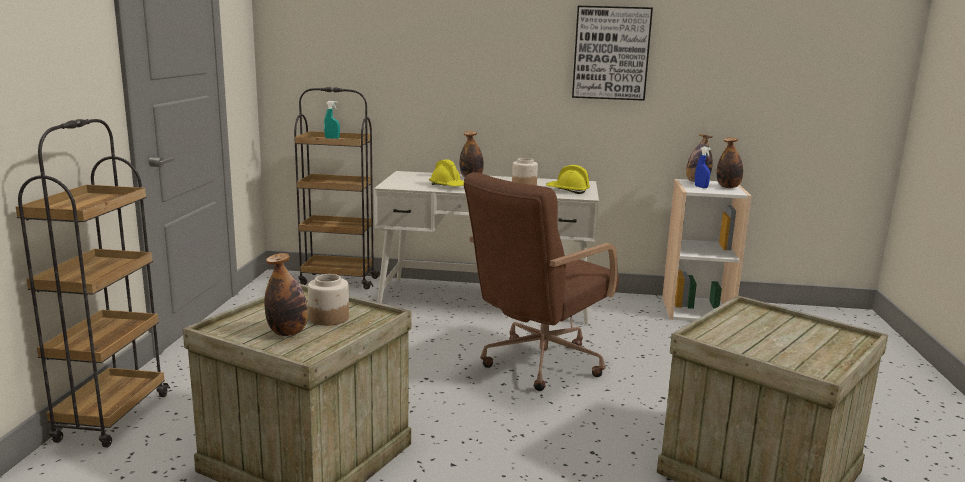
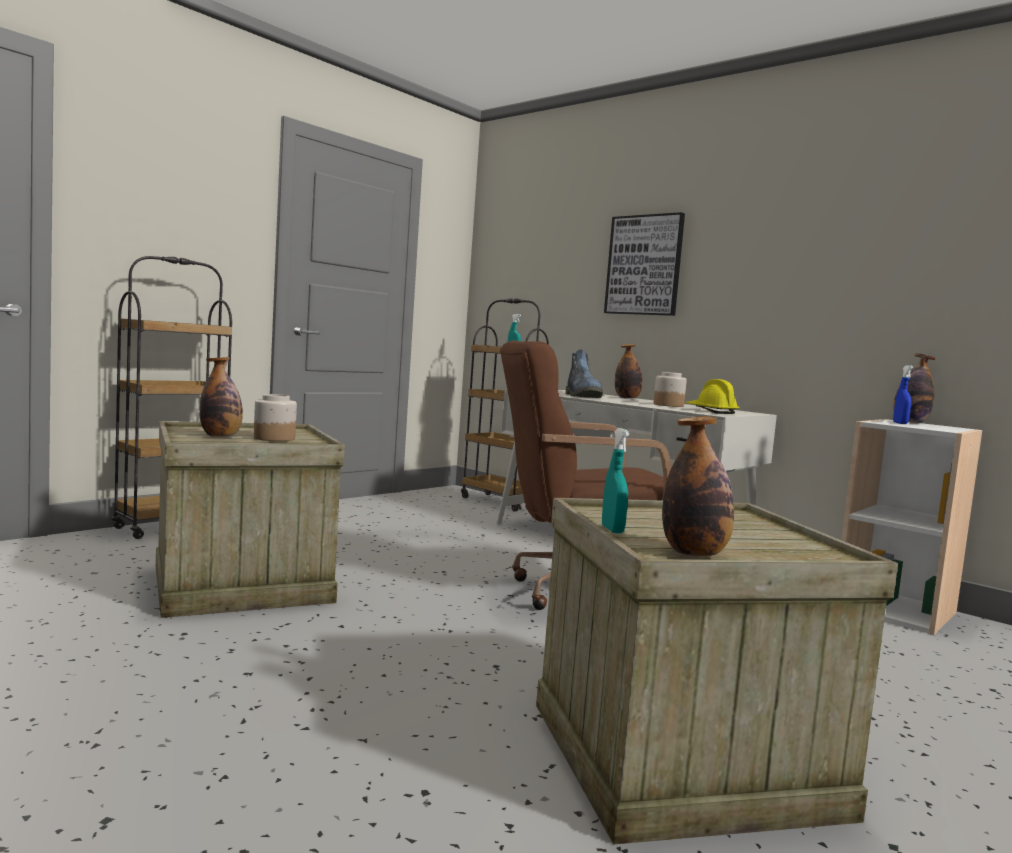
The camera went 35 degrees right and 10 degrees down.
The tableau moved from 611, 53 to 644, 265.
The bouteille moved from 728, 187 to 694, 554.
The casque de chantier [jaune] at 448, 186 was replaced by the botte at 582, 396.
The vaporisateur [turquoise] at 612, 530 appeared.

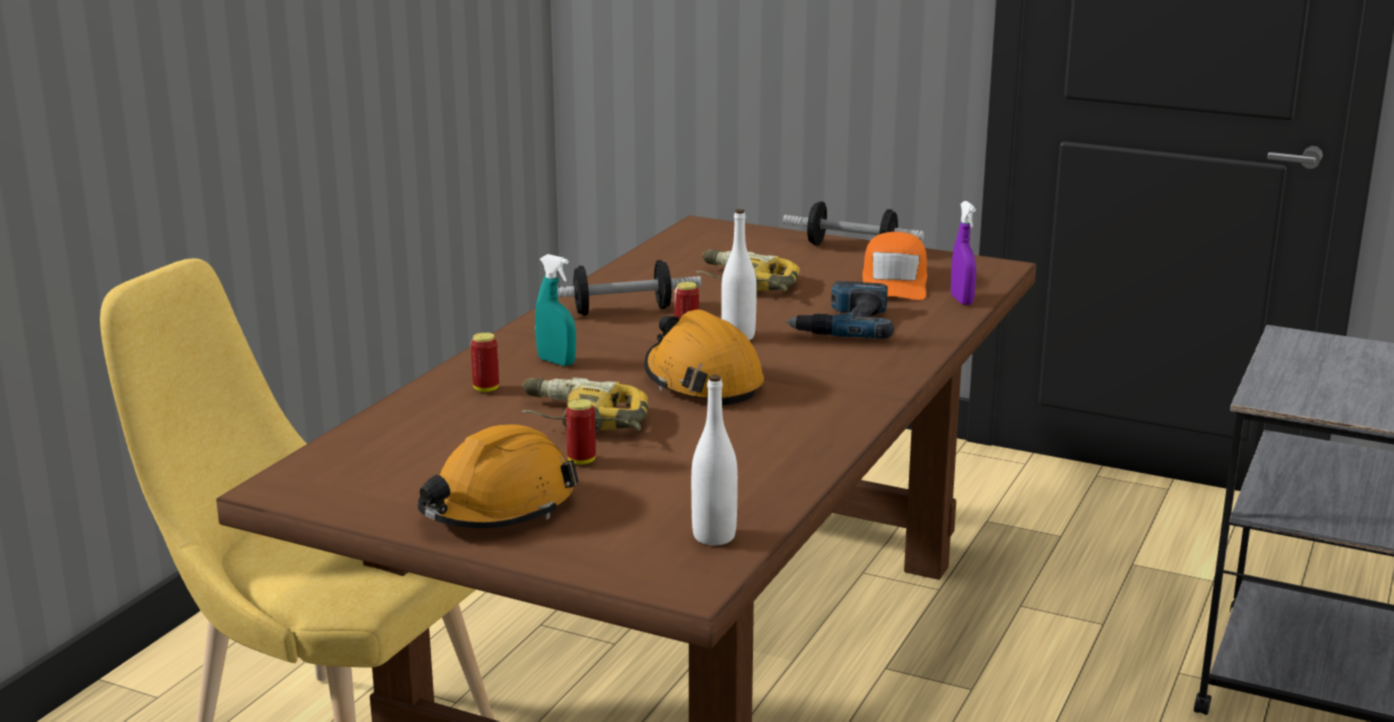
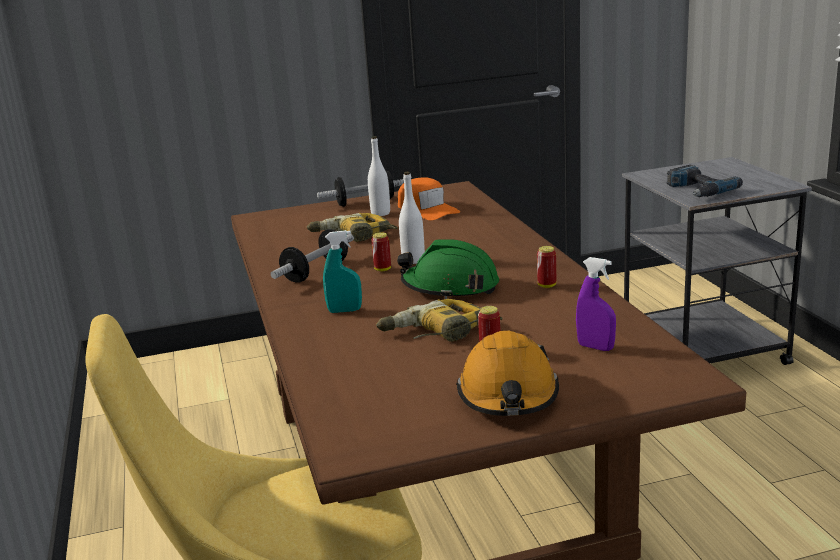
The camera went 40 degrees left and 0 degrees up.
The vaporisateur [violet] moved from 961, 300 to 595, 347.
The perceuse moved from 844, 324 to 697, 190.
The casque de chantier [orange] at 702, 381 became the casque de chantier [vert] at 450, 287.
The boîte métallique moved from 486, 389 to 547, 285.
The bouteille [blanc] moved from 714, 536 to 380, 213.

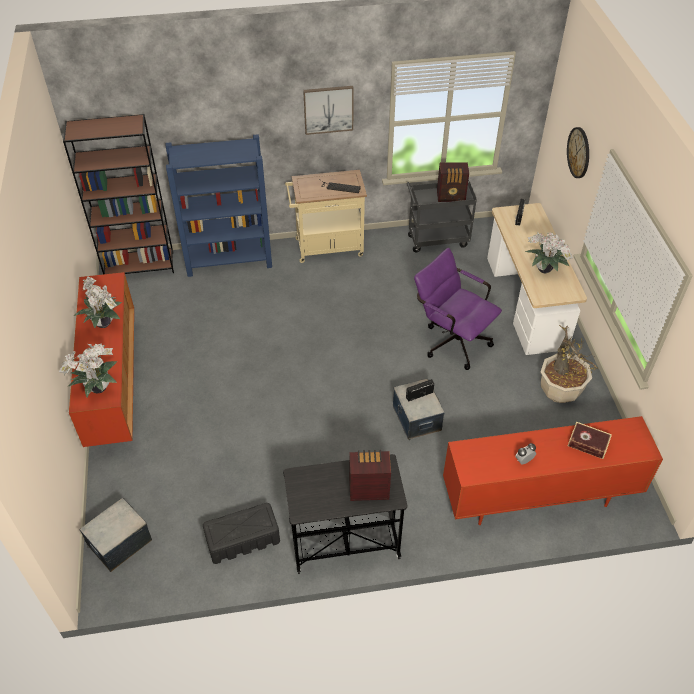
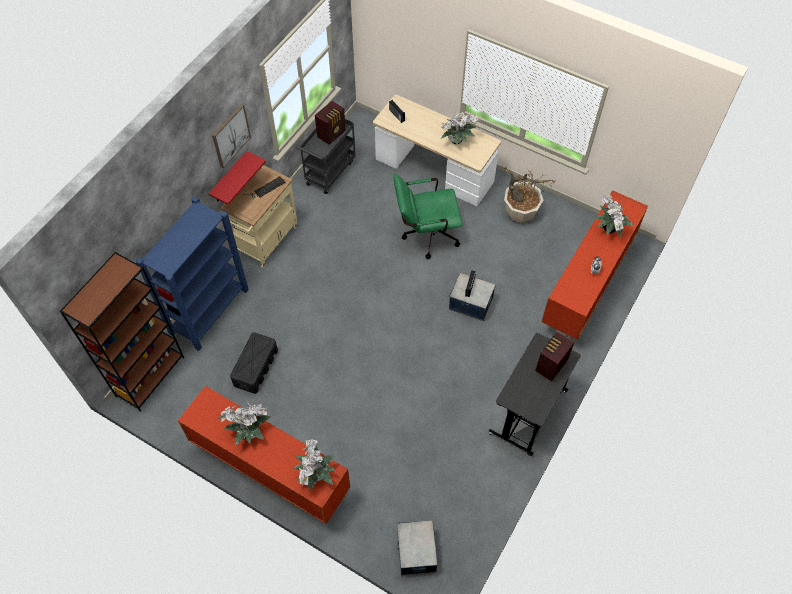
The camera went 50 degrees left and 10 degrees up.
The horloge murale at 579, 152 disappeared.
The chaise de bureau [violet] at 451, 340 became the chaise de bureau [vert] at 426, 235.
The livre at 588, 443 was replaced by the plante en pot at 609, 230.
The boîte de rangement [noir] moved from 242, 540 to 255, 368.
The étagère [rouge] at 229, 178 appeared.

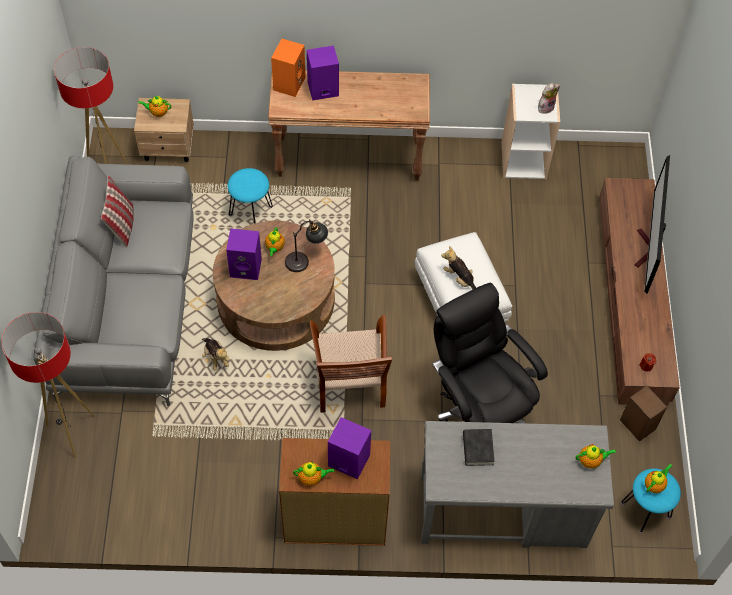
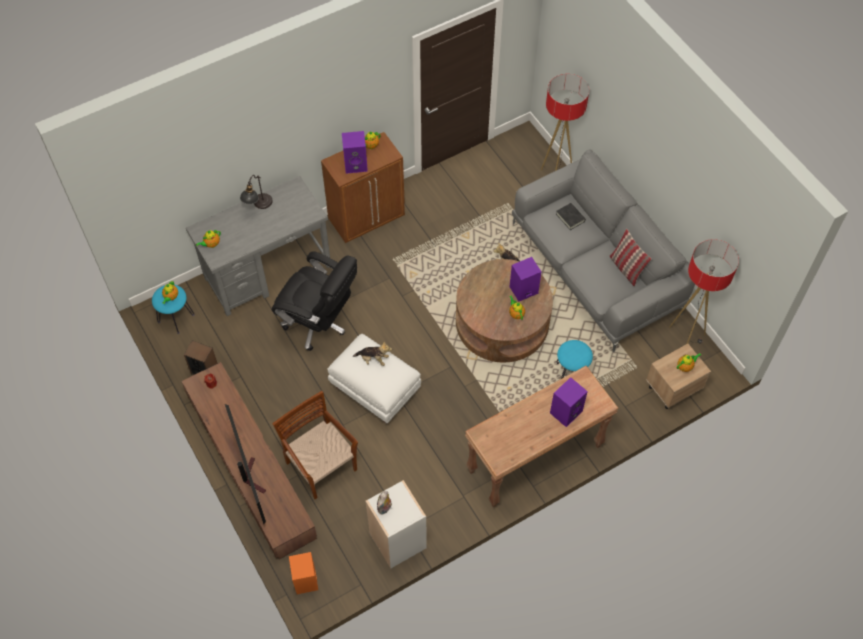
The camera went 150 degrees right and 0 degrees up.
The enceinte [orange] moved from 289, 83 to 306, 581.
The lampe de table [gris] moved from 306, 257 to 258, 207.
The fauteuil [marron] moved from 350, 384 to 321, 465.
The livre [noir] moved from 478, 449 to 570, 218.

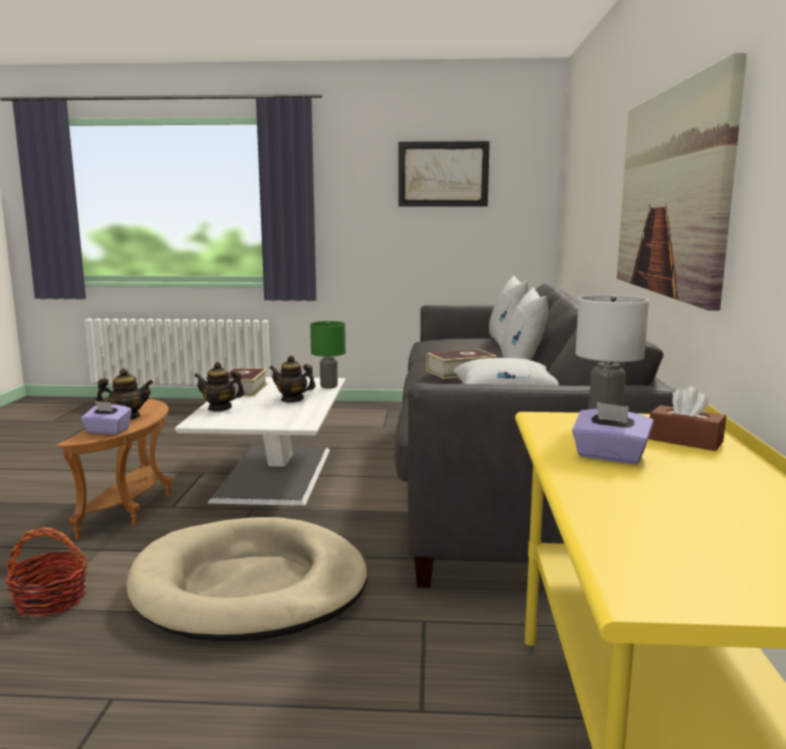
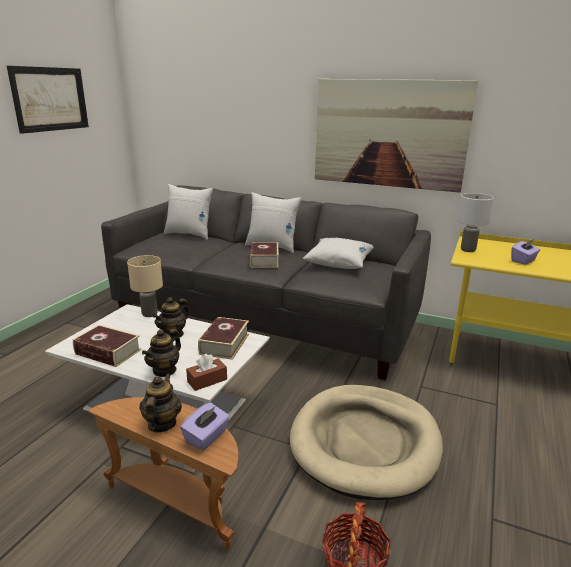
The camera went 70 degrees left and 10 degrees up.
The lampe de table [vert] at 329, 386 became the lampe de table [beige] at 149, 314.
The boîte à mouchoirs [marron] moved from 685, 440 to 207, 380.
The livre at 224, 344 appeared.

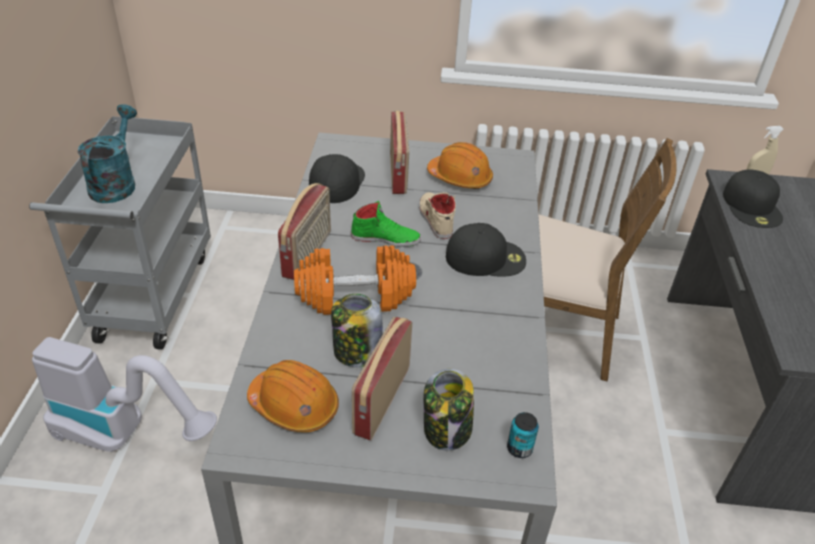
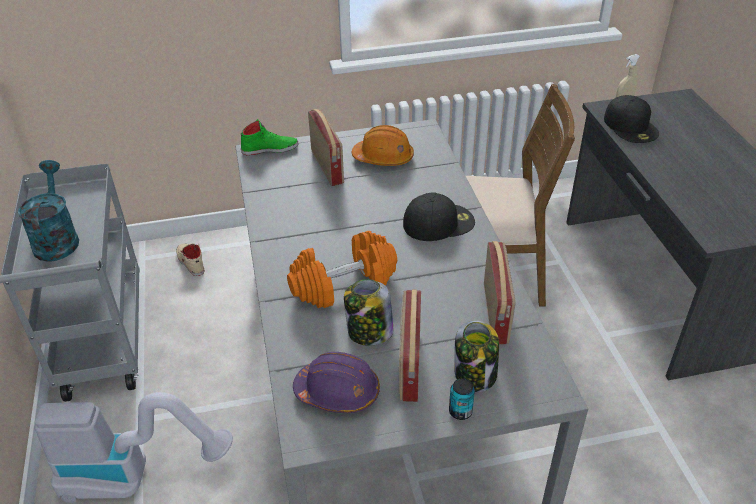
The camera went 15 degrees left and 0 degrees up.
The casquette [noir] at 336, 181 disappeared.
The radio moved from 308, 254 to 496, 313.
The chaussure [beige] moved from 435, 219 to 190, 262.
The chaussure [vert] moved from 385, 238 to 270, 148.
The casque de chantier [orange] at 294, 405 became the casque de chantier [violet] at 338, 392.
The boîte métallique moved from 519, 448 to 460, 411.

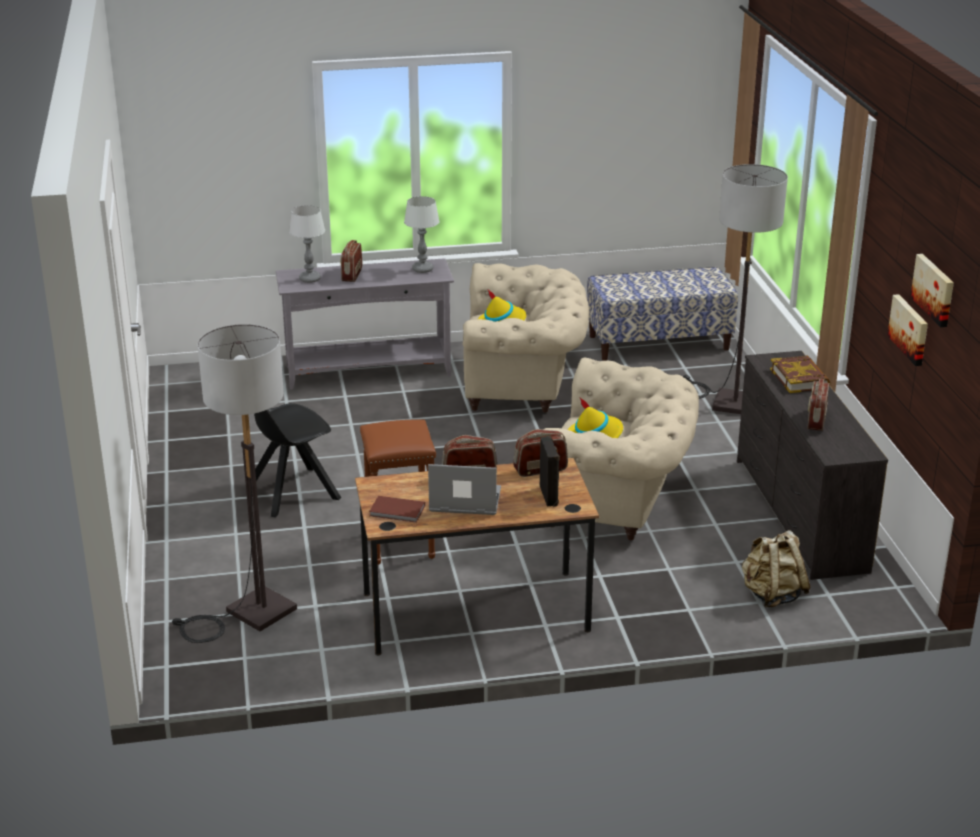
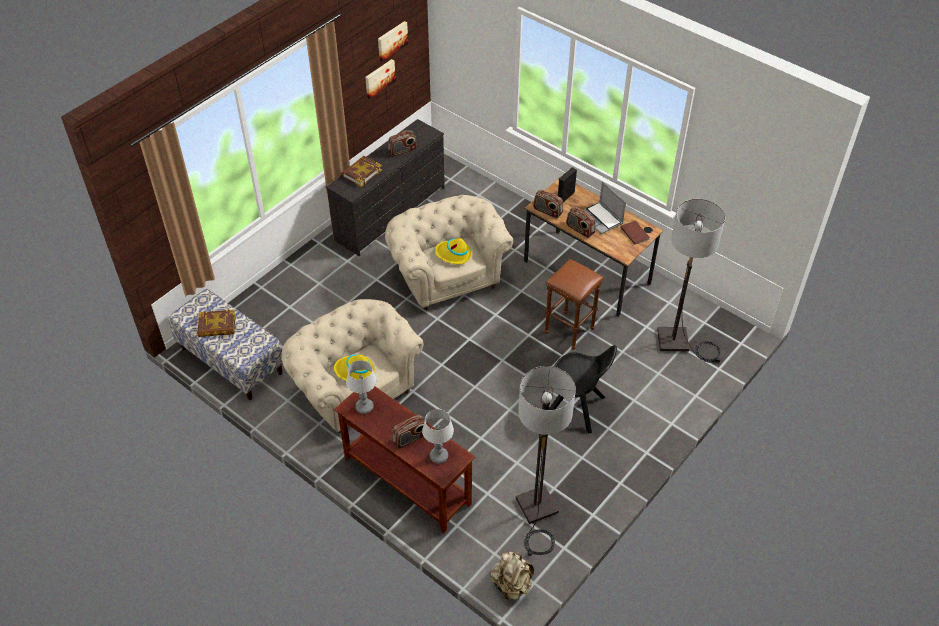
The camera went 130 degrees left and 20 degrees up.
The lampadaire moved from 722, 400 to 537, 516.
The table console [gris] at 369, 370 became the table console [marron] at 406, 481.
The sac à dos [beige] moved from 772, 595 to 511, 585.
The livre at 217, 326 appeared.

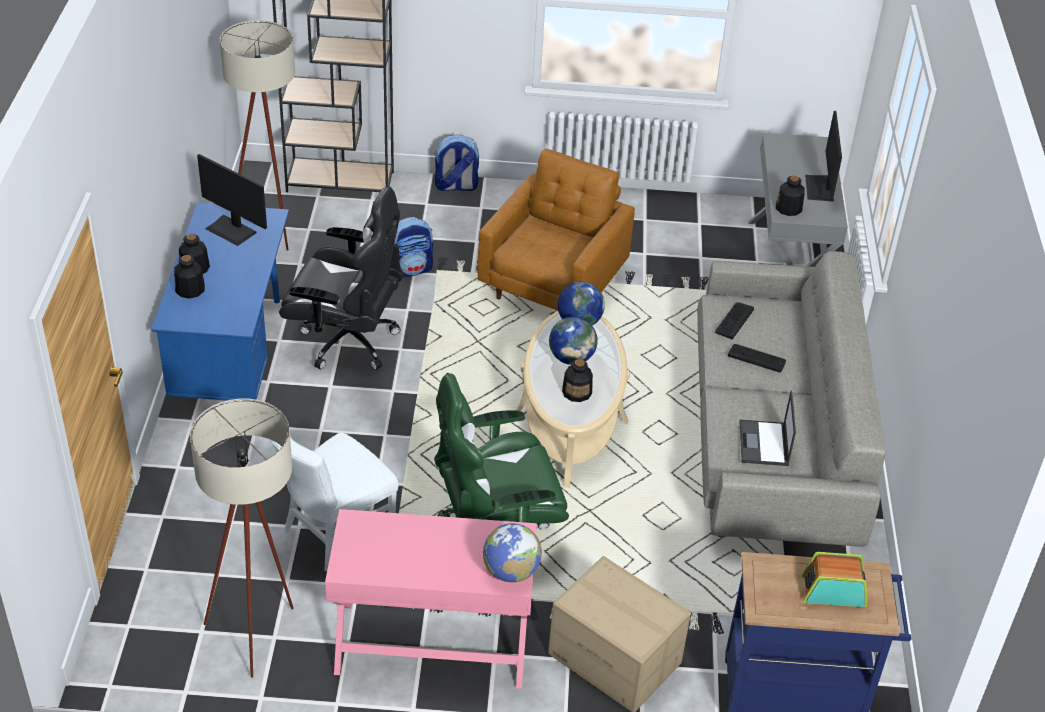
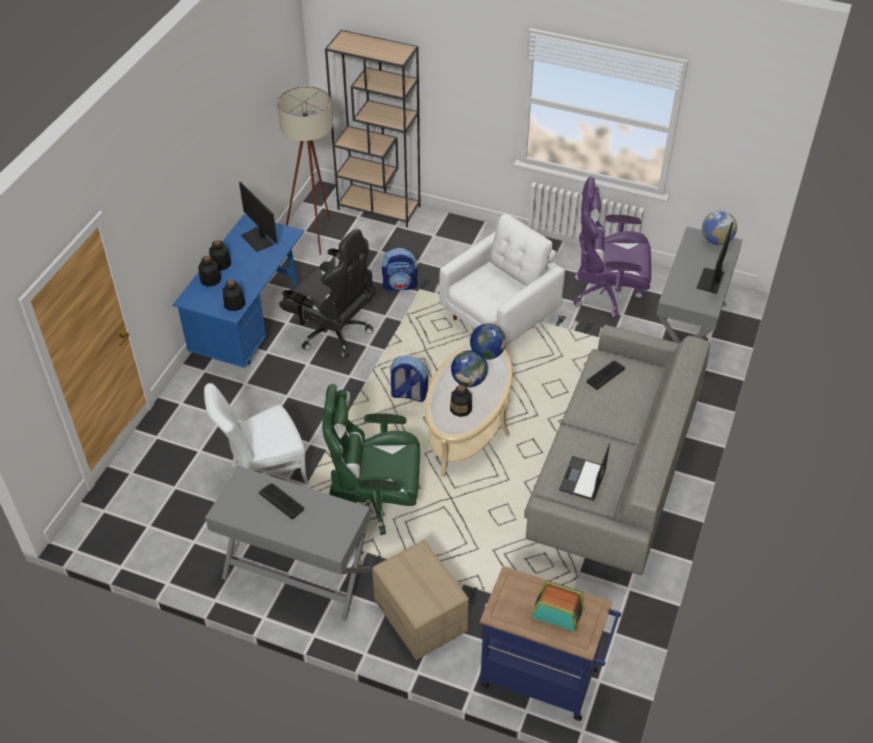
The camera went 20 degrees right and 5 degrees up.
The sac à dos moved from 455, 186 to 408, 395.
The fauteuil [marron] at 554, 285 became the fauteuil [blanc] at 500, 316.
The bouteille moved from 788, 208 to 234, 304.
The clavier moved from 757, 358 to 282, 501.
The lampadaire [beige] at 259, 630 disappeared.
The bureau [rose] at 432, 645 became the bureau [gris] at 296, 573.
The globe moved from 511, 571 to 716, 241.
The chaise de bureau [violet] at 609, 293 appeared.

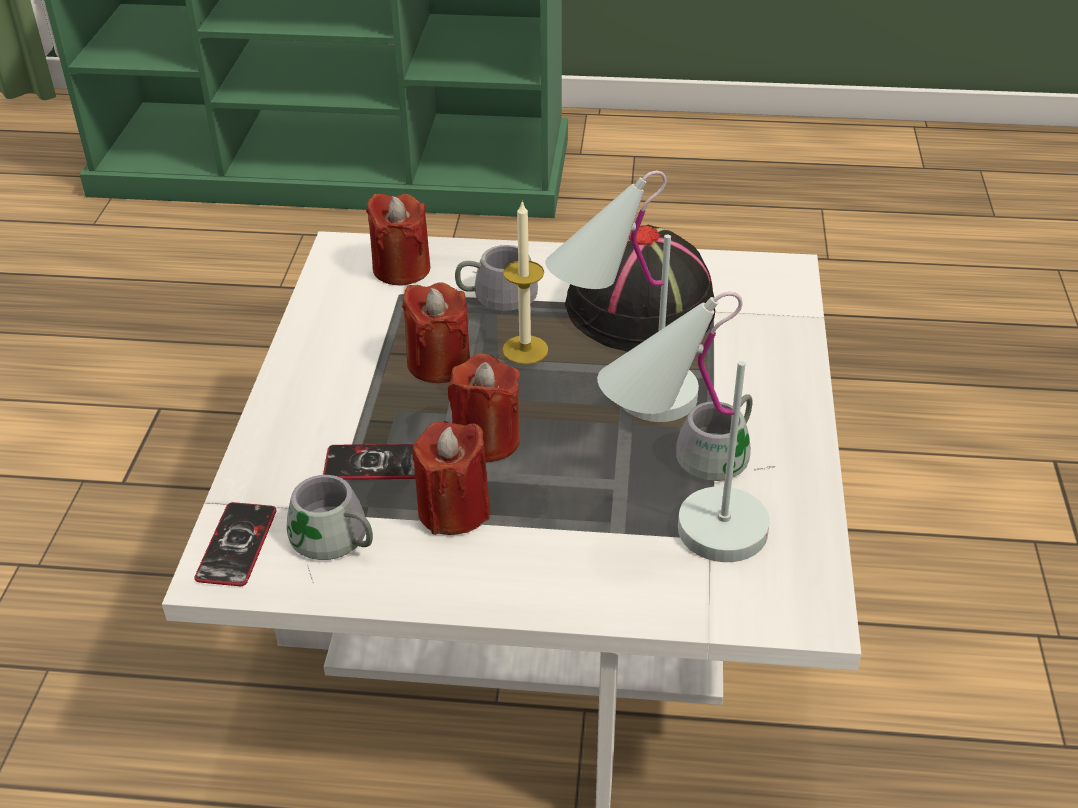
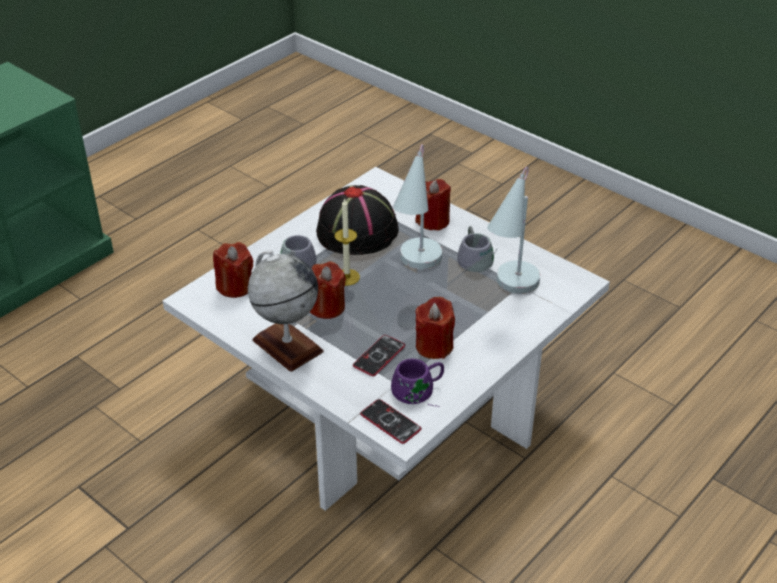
The camera went 55 degrees left and 0 degrees up.
The bougie [rouge] moved from 486, 440 to 433, 221.
The mug [gris] at 330, 544 became the mug [violet] at 419, 392.
The globe at 287, 346 appeared.

